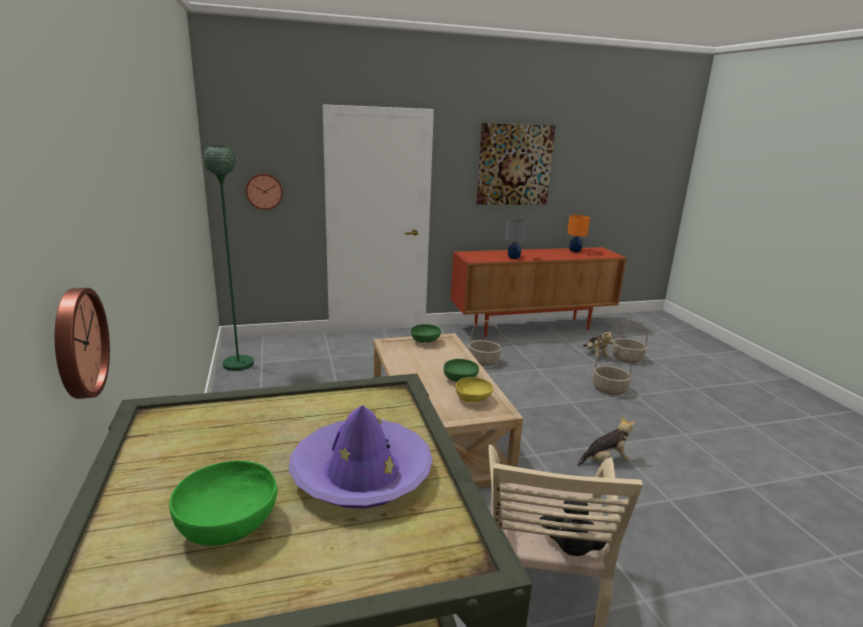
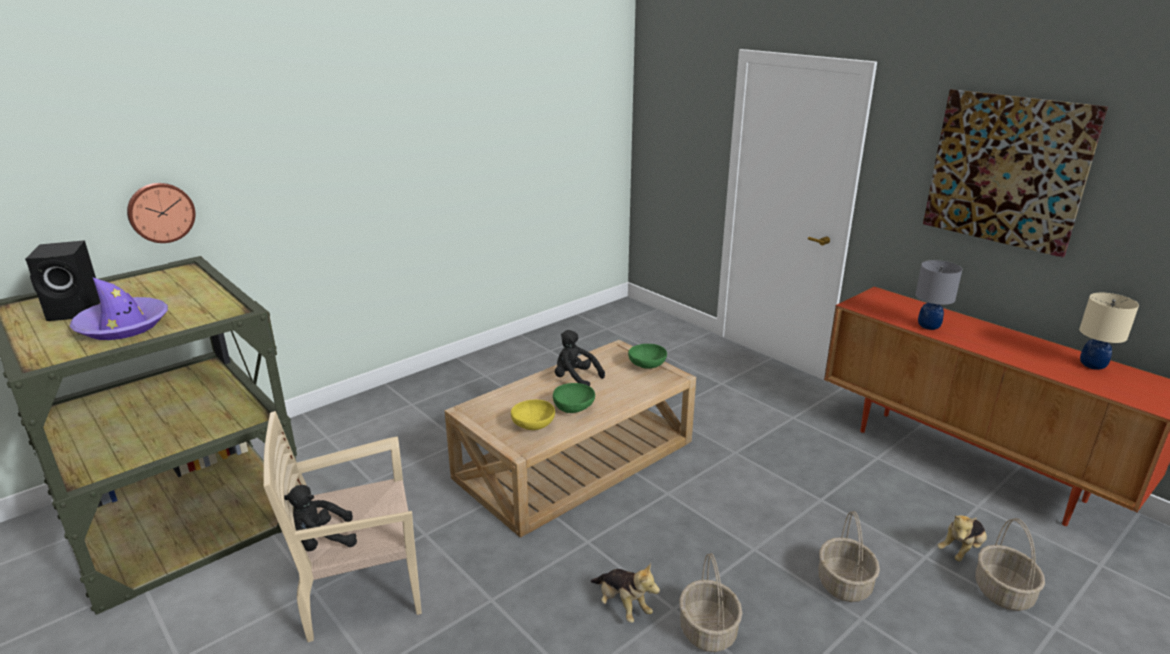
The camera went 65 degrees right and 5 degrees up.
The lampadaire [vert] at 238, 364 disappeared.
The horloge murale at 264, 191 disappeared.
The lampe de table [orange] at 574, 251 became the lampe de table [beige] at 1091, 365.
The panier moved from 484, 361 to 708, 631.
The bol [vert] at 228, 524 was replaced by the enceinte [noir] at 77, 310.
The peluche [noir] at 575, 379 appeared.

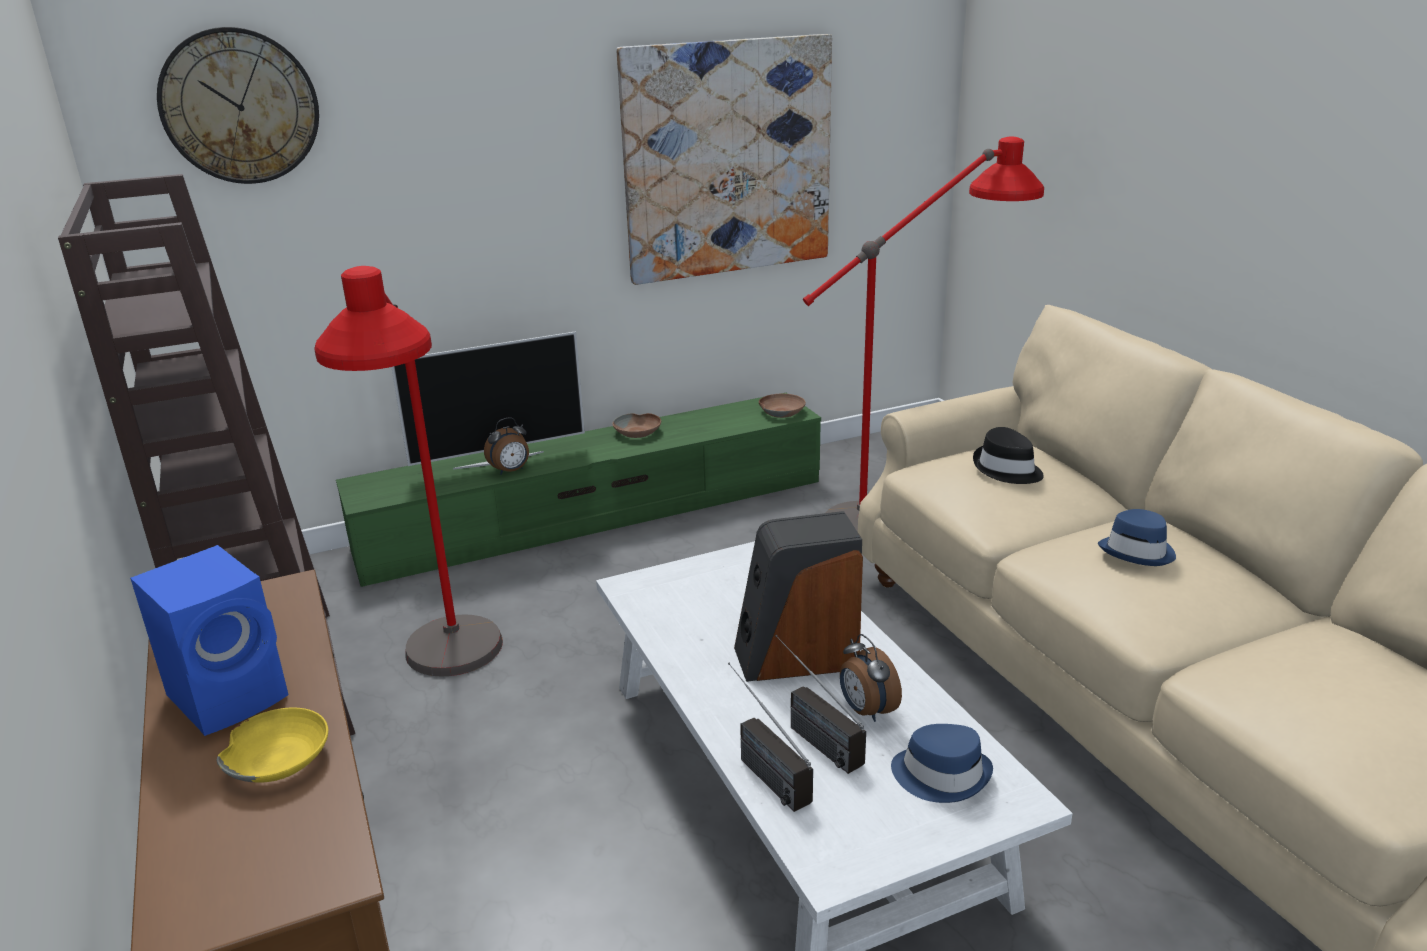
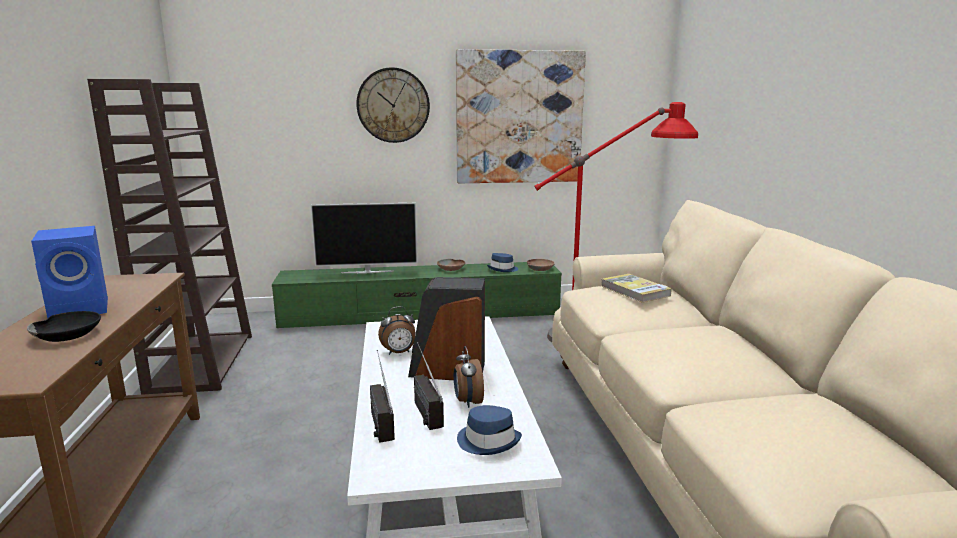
The camera went 15 degrees right and 10 degrees down.
The horloge murale moved from 240, 106 to 393, 105.
The lampadaire [rouge] at 450, 688 disappeared.
The réveil moved from 510, 471 to 398, 353.
The chapeau [noir] at 1007, 469 was replaced by the livre at 635, 291.
The chapeau [bleu] moved from 1138, 551 to 503, 269.
The bol [jaune] at 279, 758 became the bol [noir] at 69, 334.

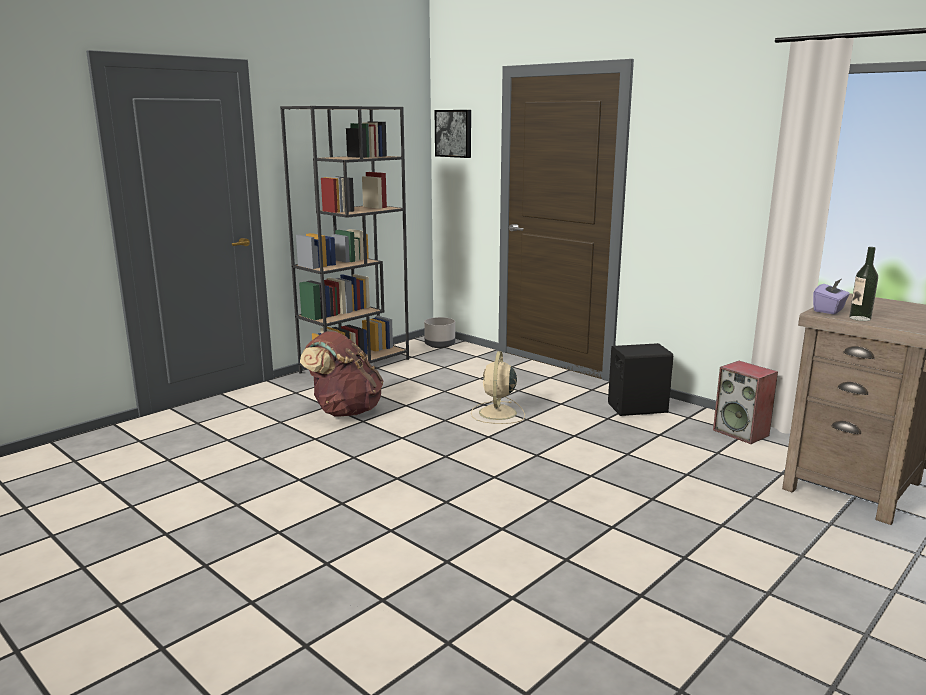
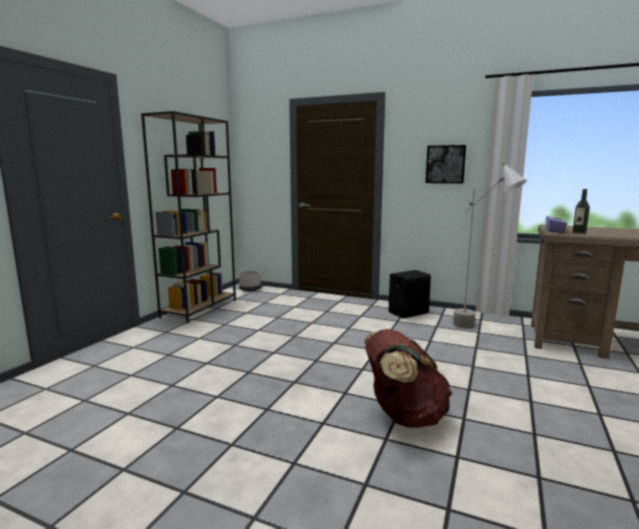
The camera went 20 degrees left and 5 degrees down.
The tableau moved from 454, 133 to 445, 164.
The sac à dos [marron] moved from 344, 411 to 403, 416.
The ventilateur [beige] at 497, 413 disappeared.
The enceinte at 742, 433 disappeared.
The lampadaire [gris] at 480, 329 appeared.

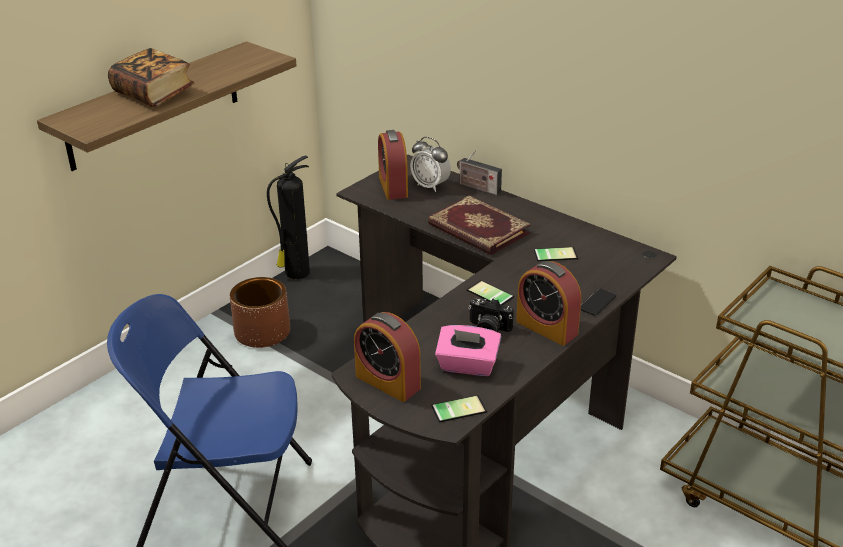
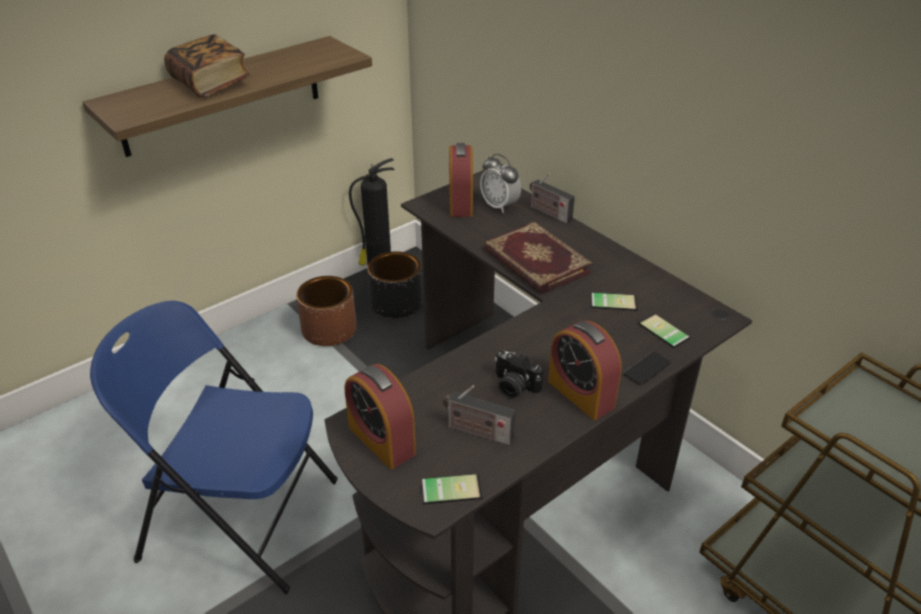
The camera went 10 degrees right and 5 degrees up.
The téléphone moved from 488, 295 to 662, 331.
The boîte à mouchoirs [rose] at 467, 366 was replaced by the radio at 477, 431.
The cache-pot [noir] at 396, 304 appeared.

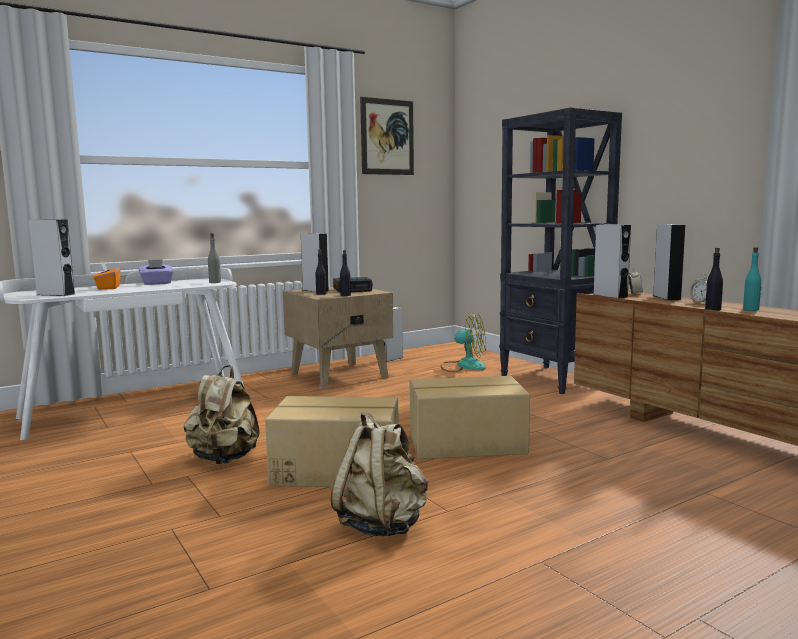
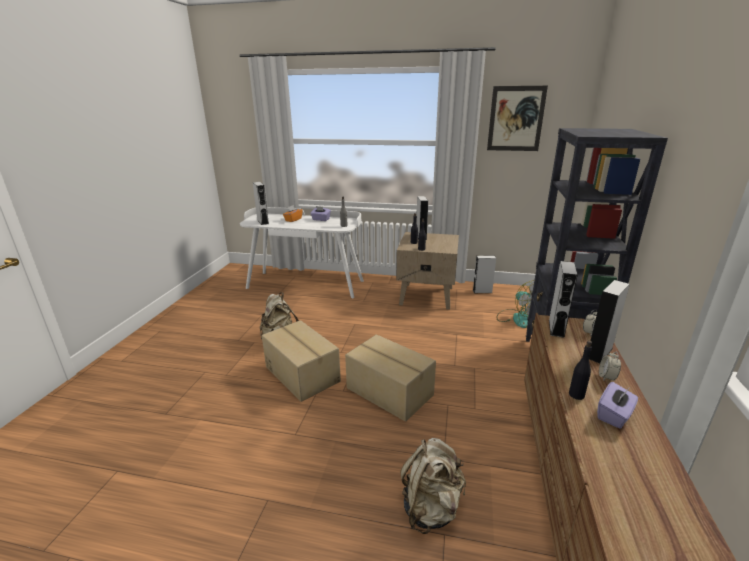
The camera went 45 degrees right and 15 degrees up.
The bouteille [turquoise] at 751, 309 was replaced by the boîte à mouchoirs [violet] at 614, 415.
The réveil at 352, 290 disappeared.
The sac à dos [beige] moved from 382, 525 to 431, 507.

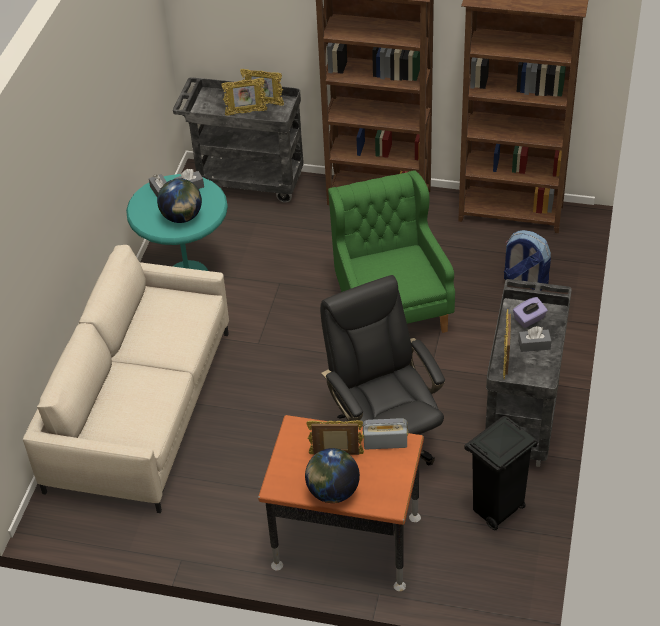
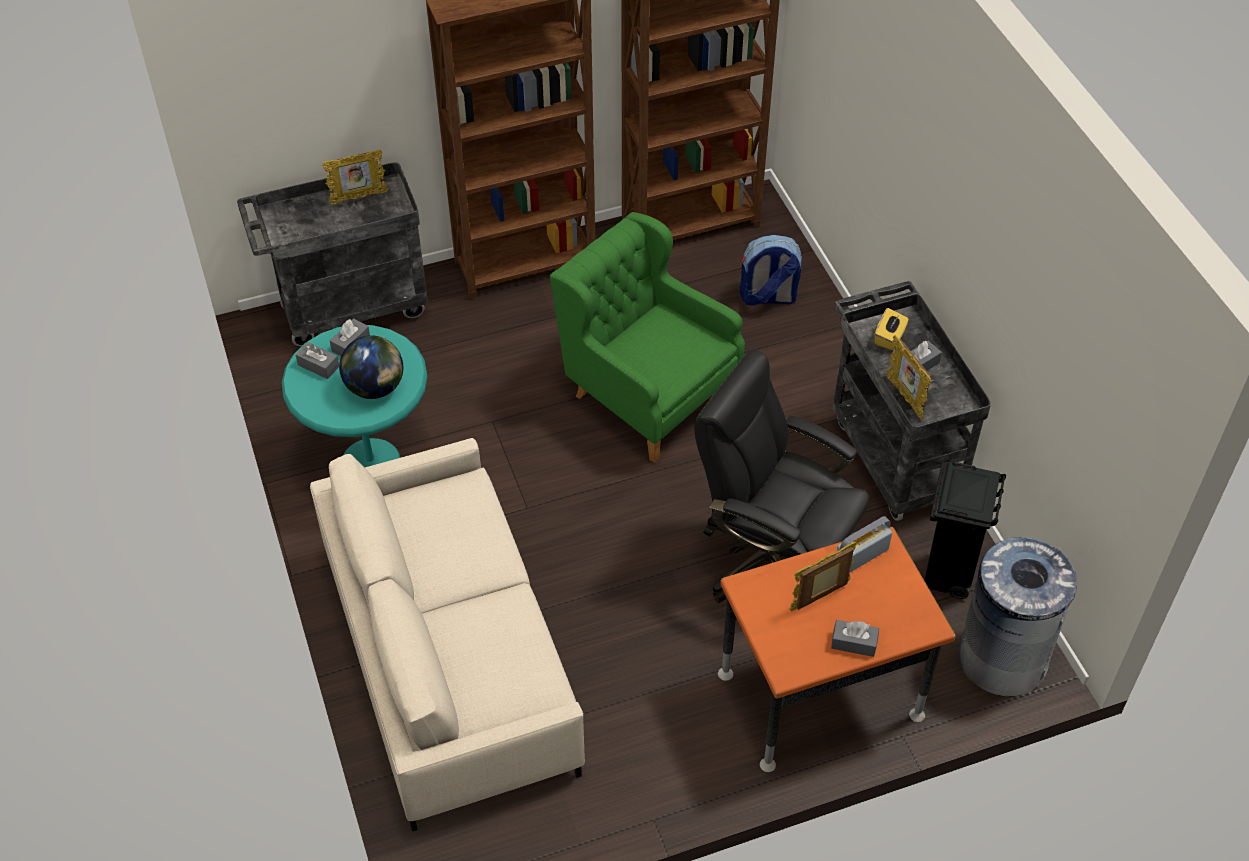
The camera went 35 degrees left and 5 degrees up.
The cadre photo at 246, 112 disappeared.
The boîte à mouchoirs [violet] at 529, 319 became the boîte à mouchoirs [jaune] at 889, 338.
The globe at 332, 492 was replaced by the boîte à mouchoirs [gris] at 854, 643.
The poubelle [gris] at 1002, 657 appeared.

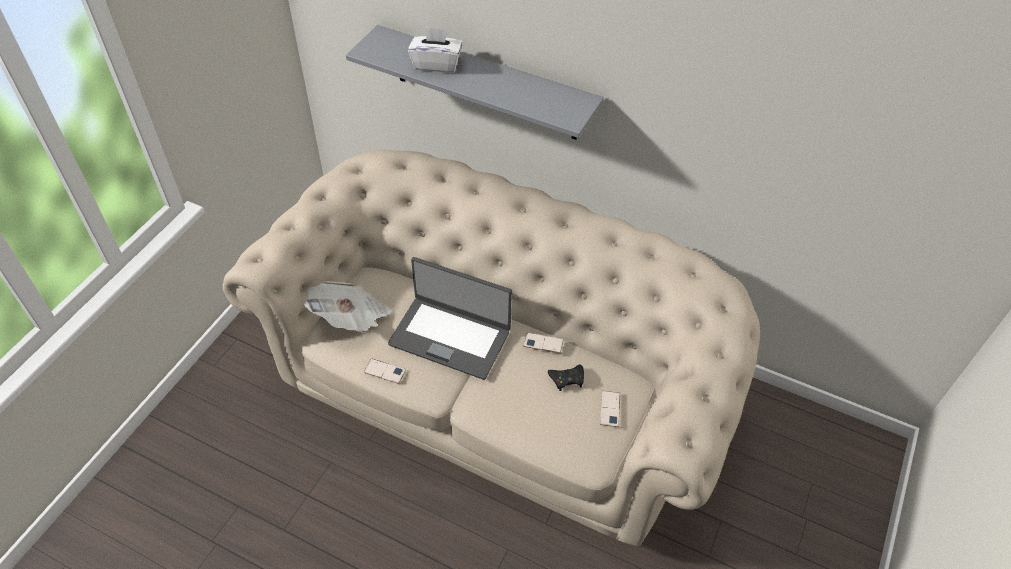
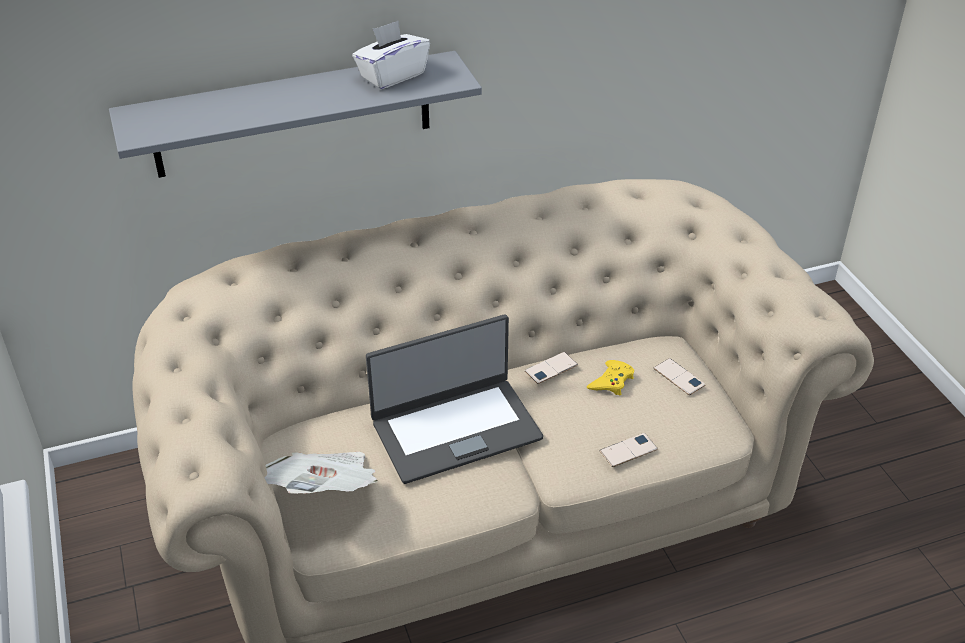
The camera went 45 degrees left and 10 degrees down.
The boîte à mouchoirs [blanc] moved from 436, 64 to 392, 75.
The téléphone moved from 385, 371 to 628, 450.
The manette [noir] at 567, 379 became the manette [jaune] at 611, 381.

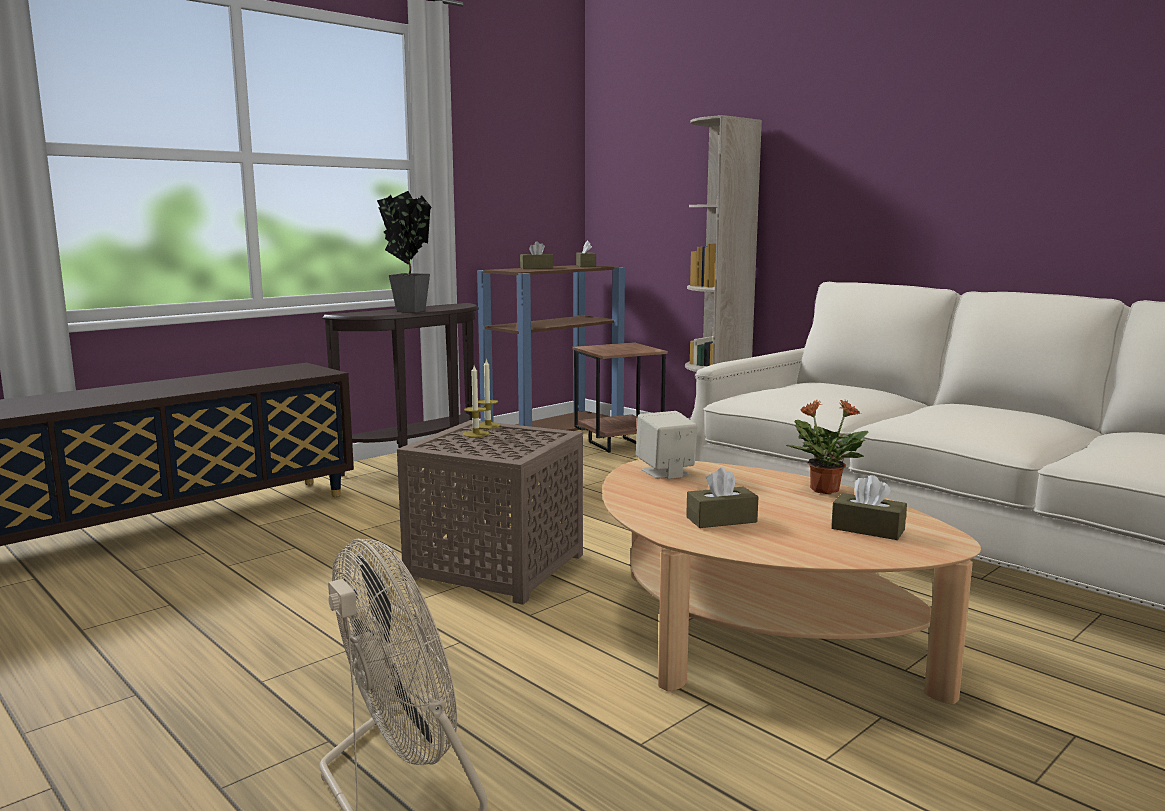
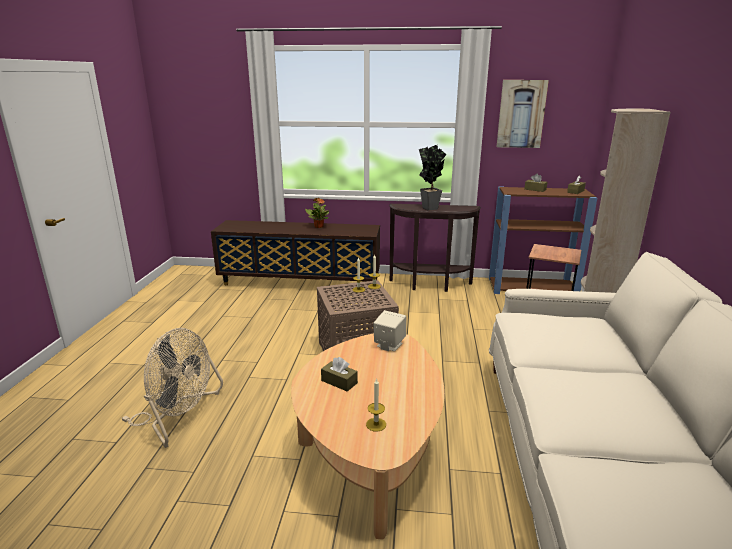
The camera went 50 degrees right and 10 degrees up.
The plante en pot moved from 823, 490 to 319, 226.
The boîte à mouchoirs [marron] at 867, 529 was replaced by the bougie at 376, 424.
The tableau at 521, 114 appeared.

